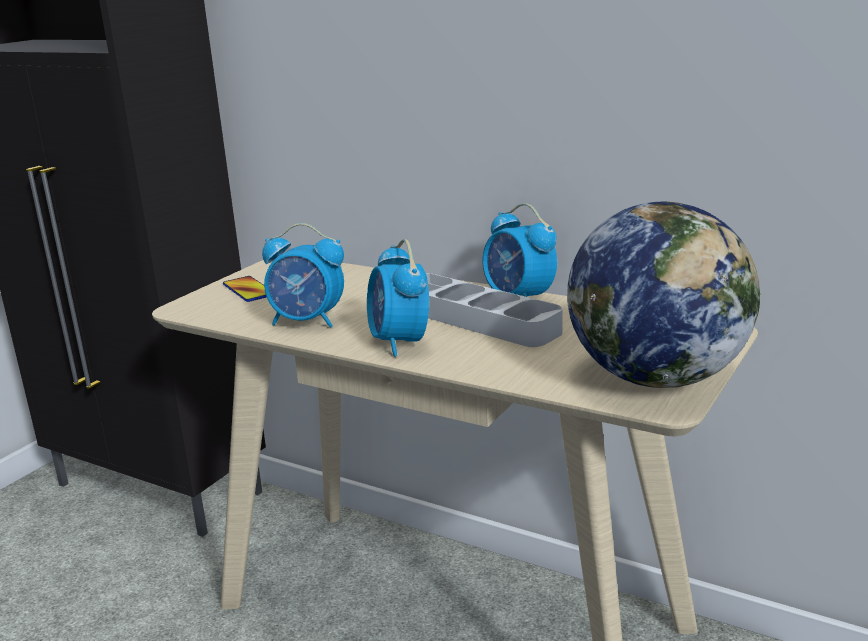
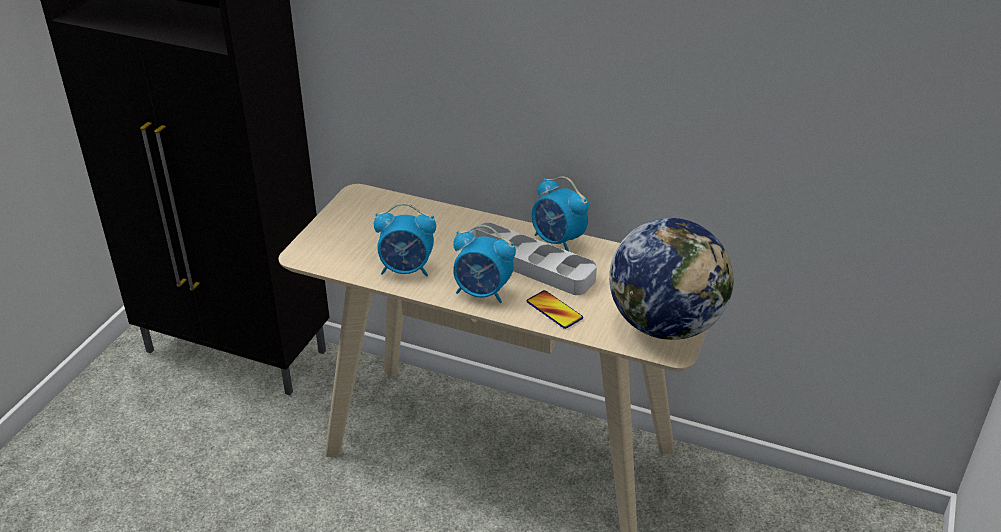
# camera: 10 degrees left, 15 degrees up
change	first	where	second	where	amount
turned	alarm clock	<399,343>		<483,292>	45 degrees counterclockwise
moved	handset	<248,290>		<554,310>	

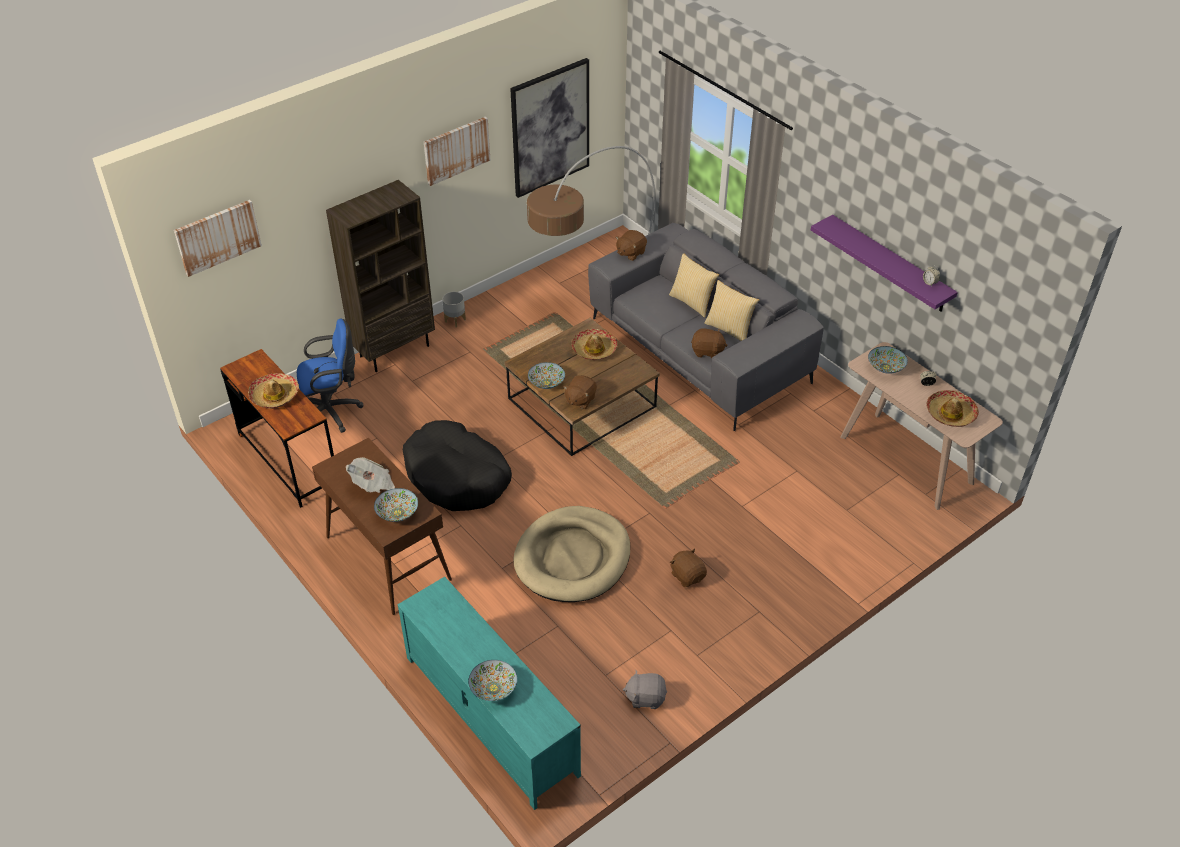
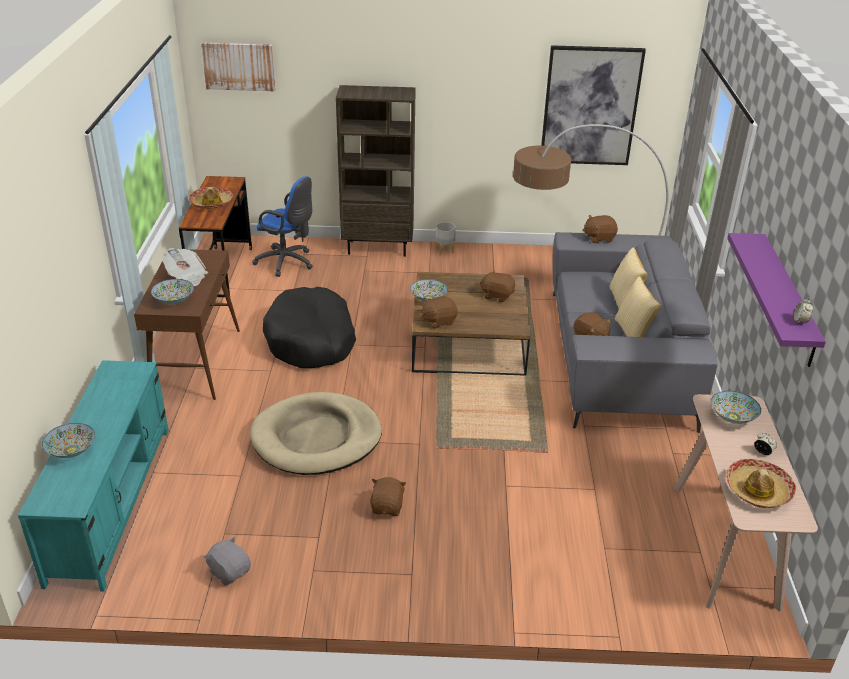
# camera: 40 degrees right, 10 degrees down
change	first	where	second	where	amount
removed	wall art	<456,150>			
replaced	wearable hat	<594,349>	brownish plush toy	<497,295>	

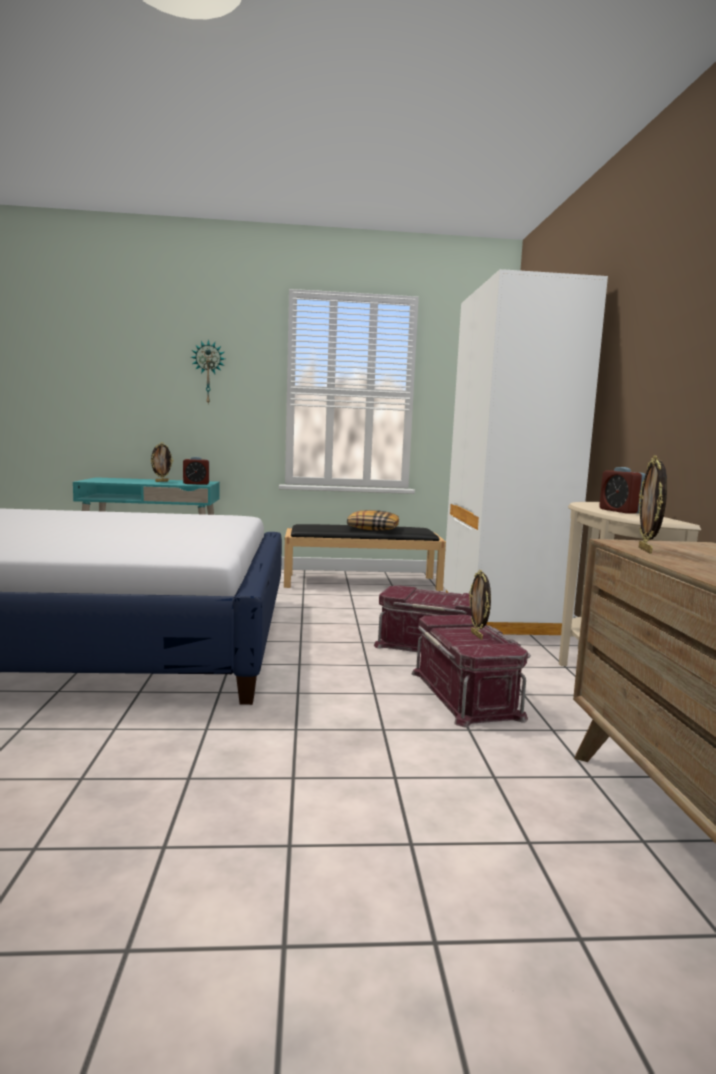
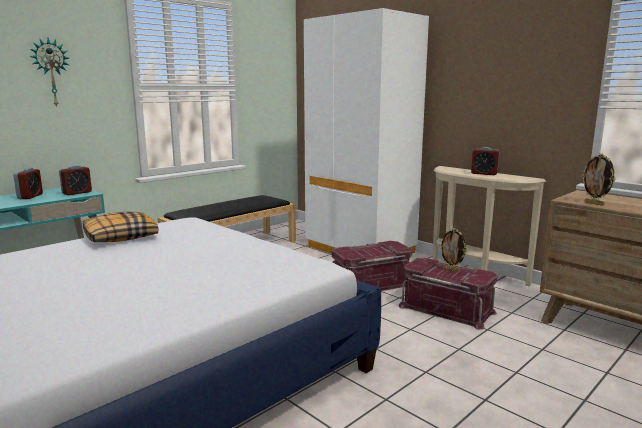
# camera: 40 degrees left, 5 degrees up
change	first	where	second	where	amount
replaced	standing frame	<161,481>	alarm clock	<30,196>	
moved	throw pillow	<372,528>		<120,237>	

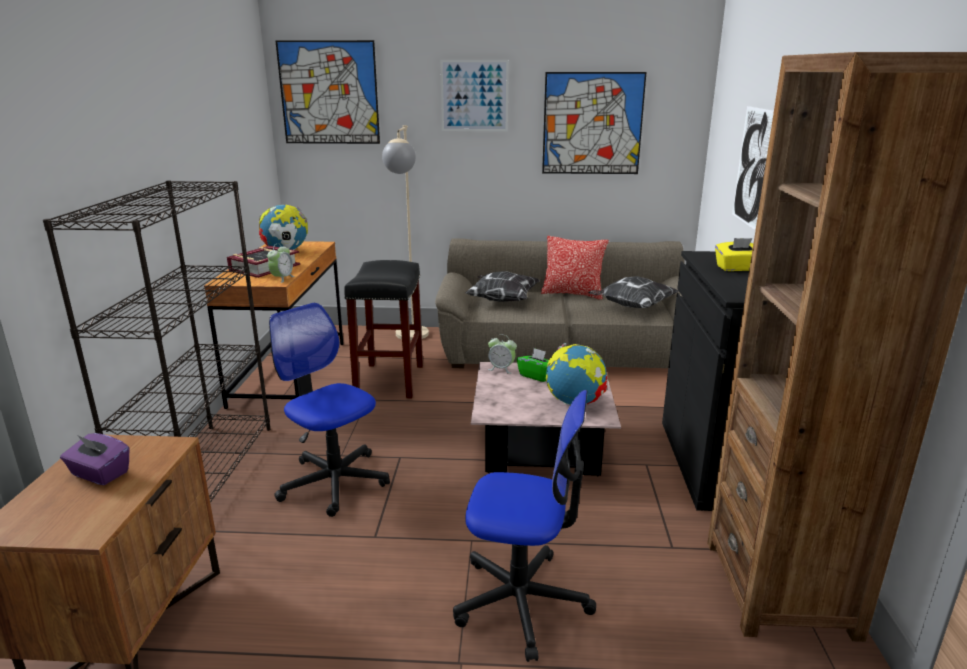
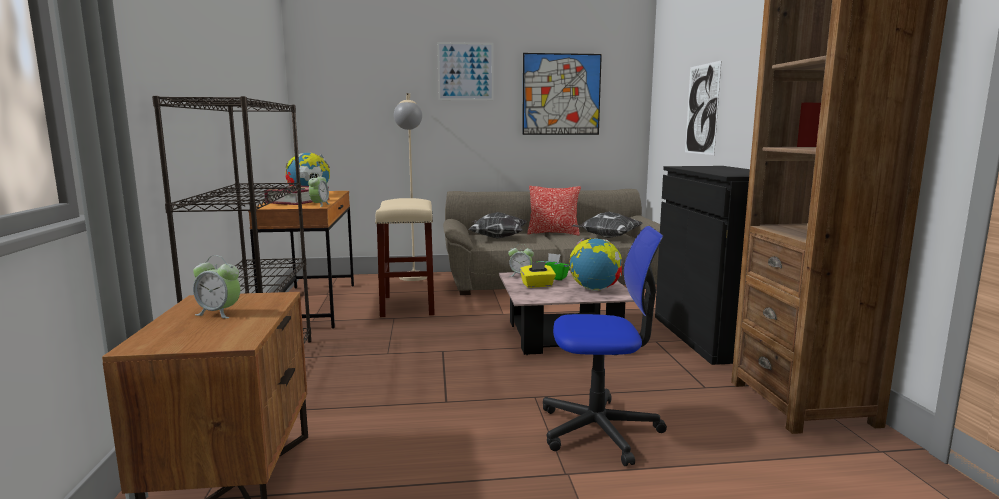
# camera: 10 degrees left, 10 degrees down
change	first	where	second	where	amount
removed	wall art	<329,93>			
moved	yellowish tissue holder	<737,268>		<537,285>	
recoloured	blackish stool seat	<390,381>	sand-coloured stool seat	<409,306>	
removed	computer chair	<334,482>			
replaced	purplish tissue holder	<99,474>	alarm clock	<219,313>	

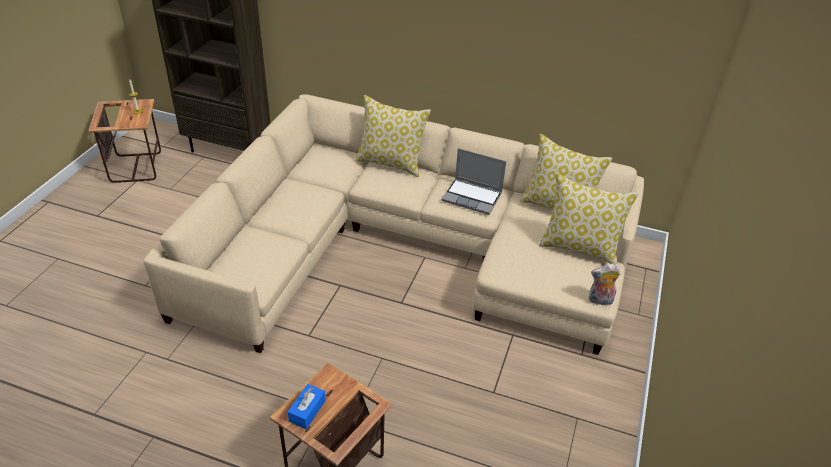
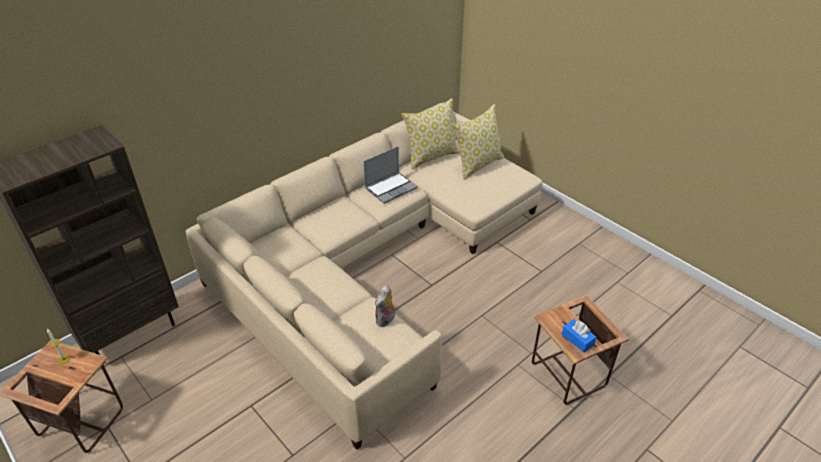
# camera: 60 degrees left, 0 degrees up
change	first	where	second	where	amount
removed	throw pillow	<391,163>			
moved	plush toy	<600,301>		<386,320>	

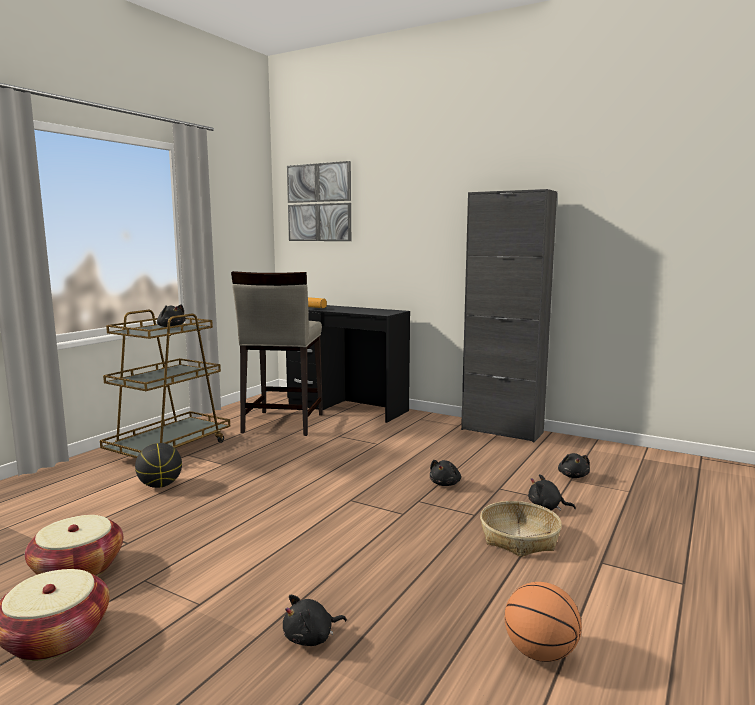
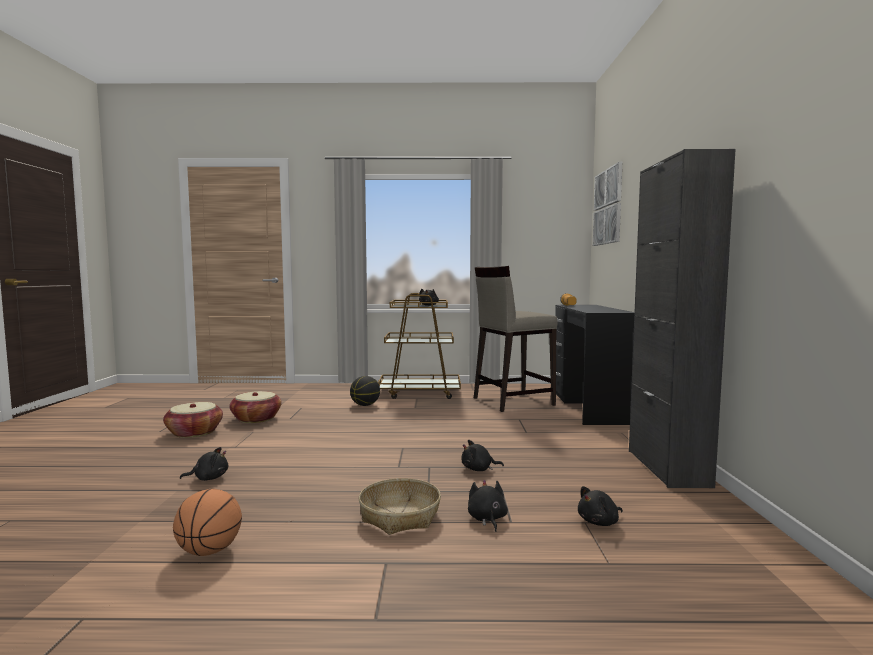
# camera: 60 degrees right, 5 degrees down
change	first	where	second	where	amount
turned	blackish plush toy	<311,638>		<208,478>	135 degrees clockwise

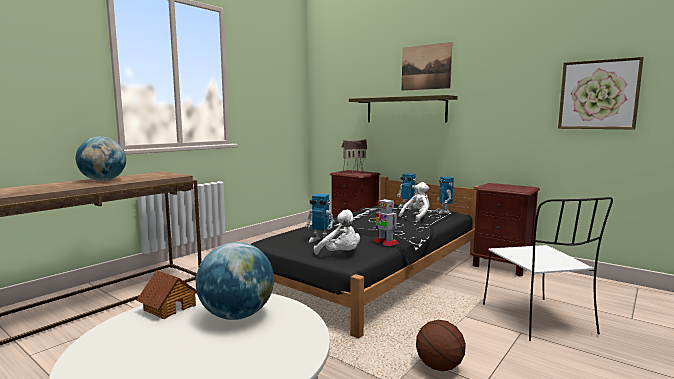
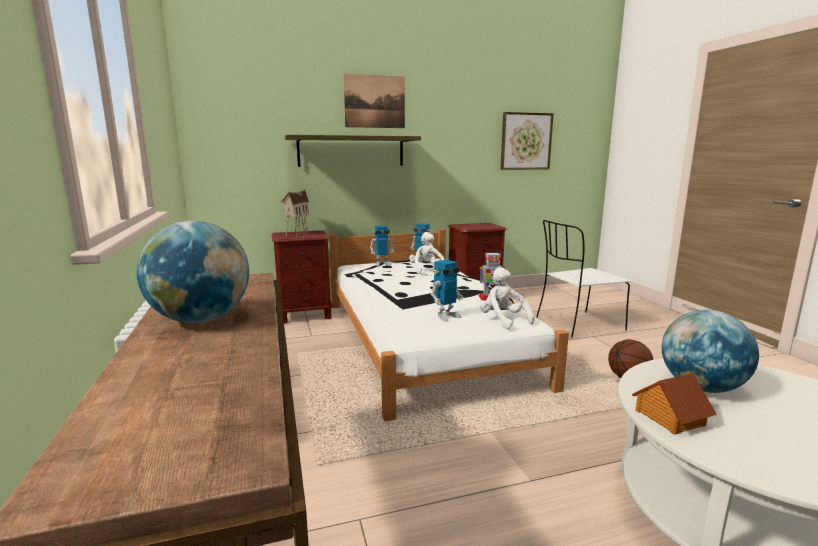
# camera: 55 degrees left, 5 degrees up
change	first	where	second	where	amount
recoloured	blackish bedroom bed	<374,272>	white bedroom bed	<422,340>	
turned	white chair	<539,320>		<577,325>	135 degrees clockwise
turned	white plush toy	<340,254>		<503,320>	105 degrees counterclockwise

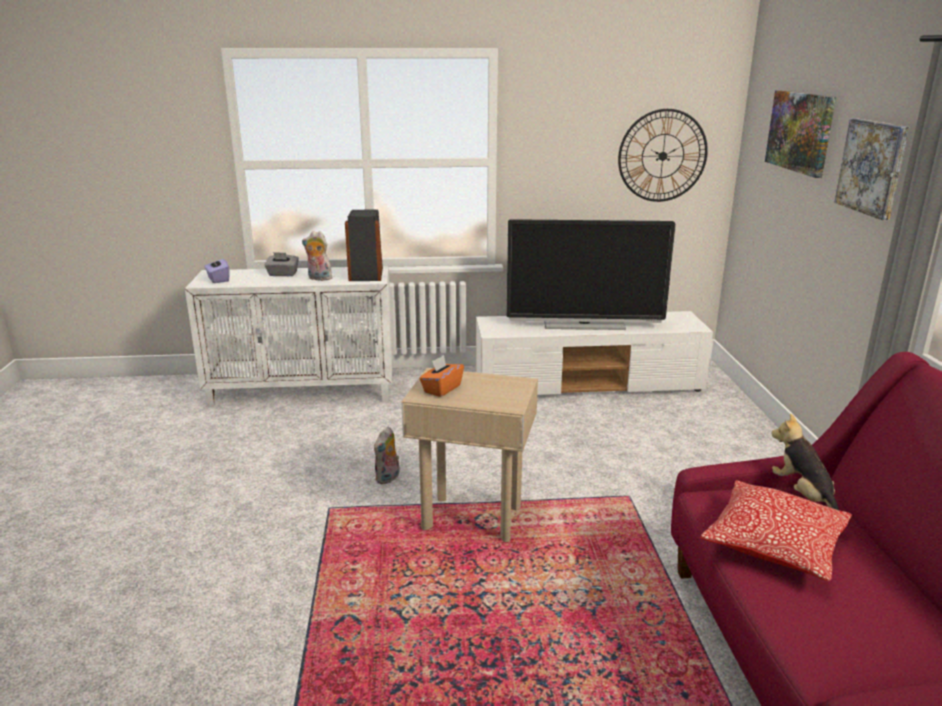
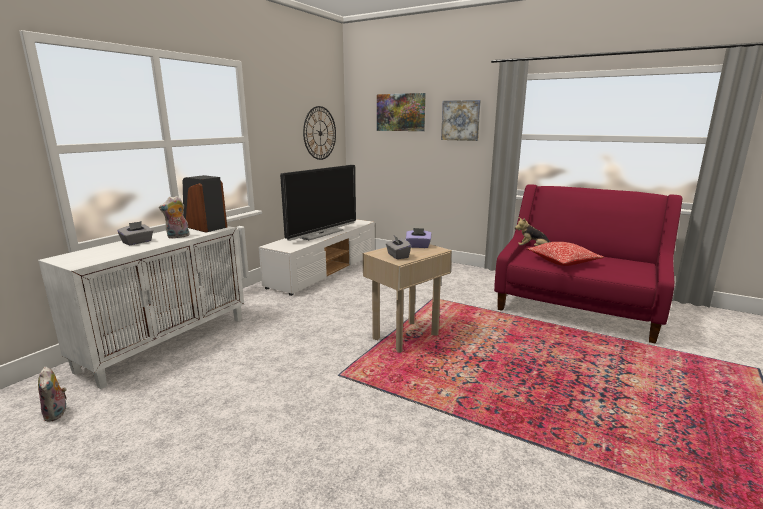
# camera: 55 degrees left, 5 degrees down
change	first	where	second	where	amount
moved	purplish tissue holder	<218,279>		<418,246>	
recoloured	orangey tissue holder	<441,389>	grey tissue holder	<397,256>	
moved	plush toy	<388,478>		<57,414>	

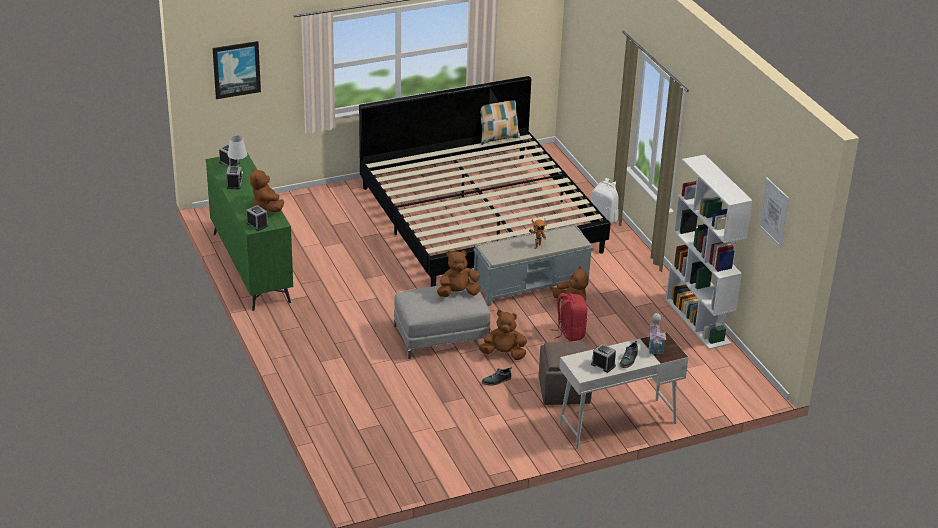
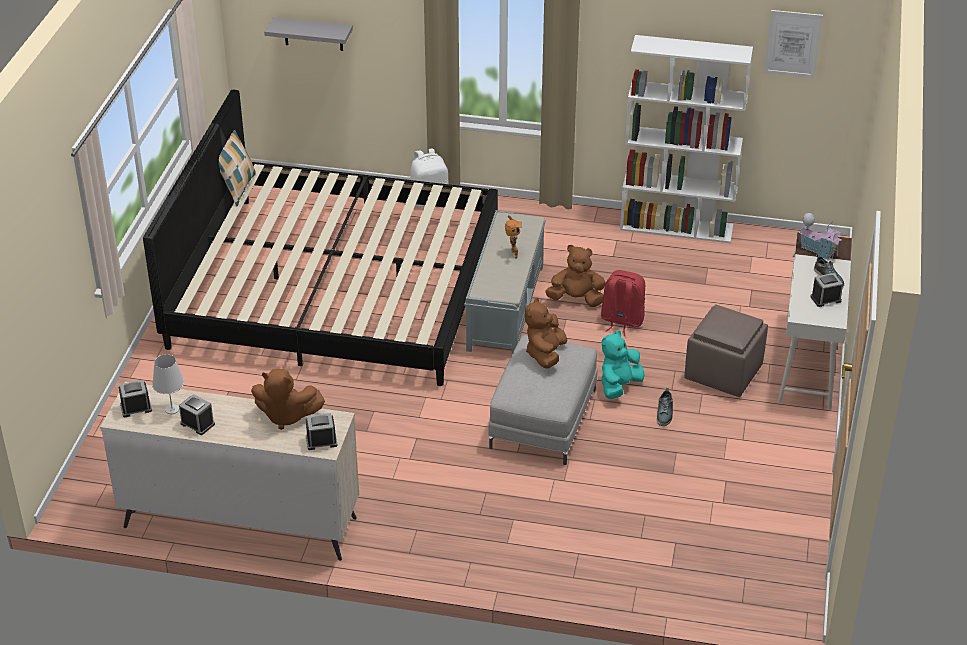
# camera: 55 degrees left, 5 degrees up
change	first	where	second	where	amount
removed	wall art	<236,69>			
recoloured	green-coloured chest of drawers	<251,267>	sand-coloured chest of drawers	<239,521>	
recoloured	brownish plush toy	<503,354>	turquoise plush toy	<619,386>	
added			grey wall shelf	<313,34>	

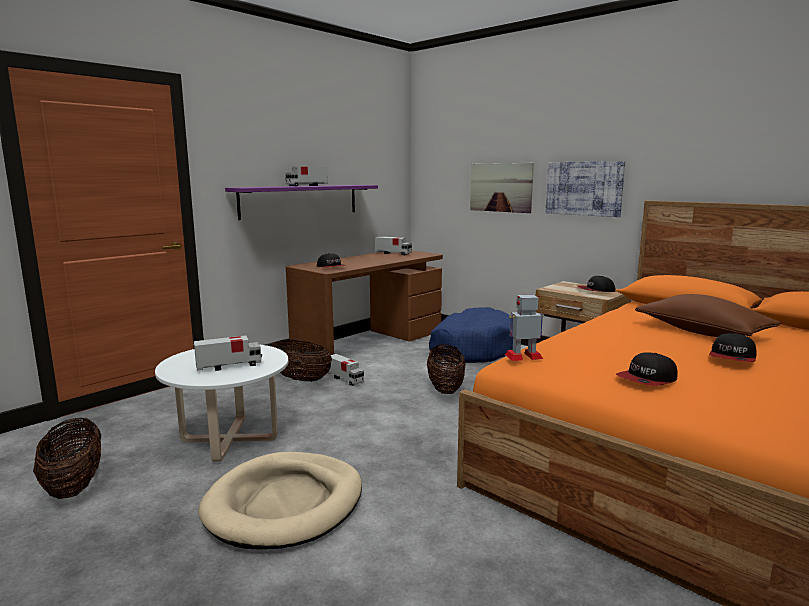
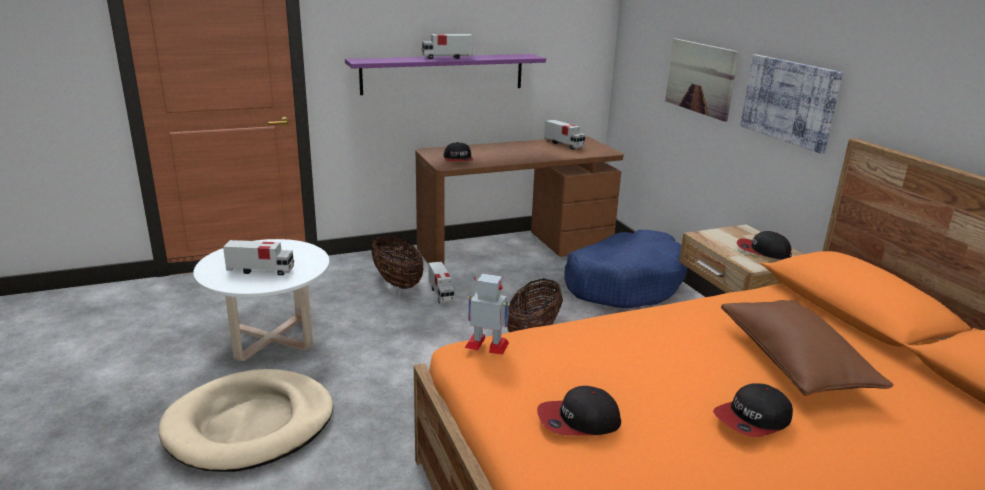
# camera: 25 degrees right, 10 degrees up
change	first	where	second	where	amount
removed	household basket	<74,485>			

